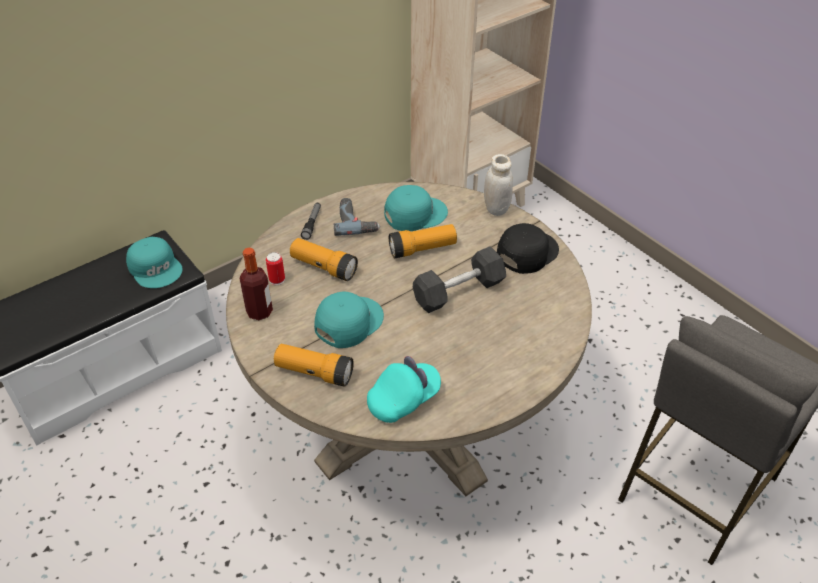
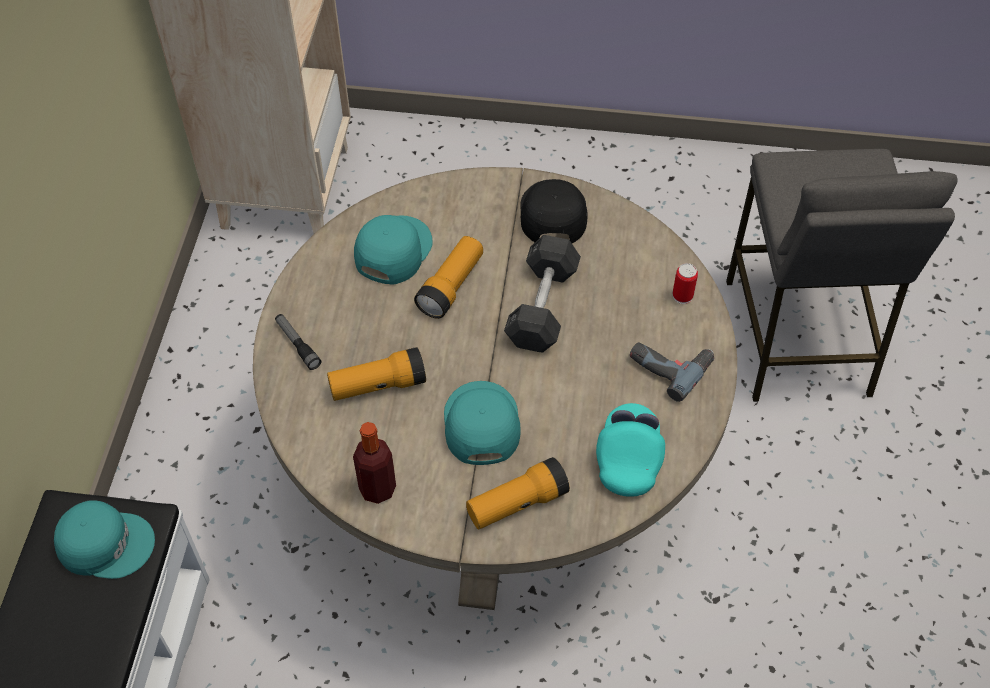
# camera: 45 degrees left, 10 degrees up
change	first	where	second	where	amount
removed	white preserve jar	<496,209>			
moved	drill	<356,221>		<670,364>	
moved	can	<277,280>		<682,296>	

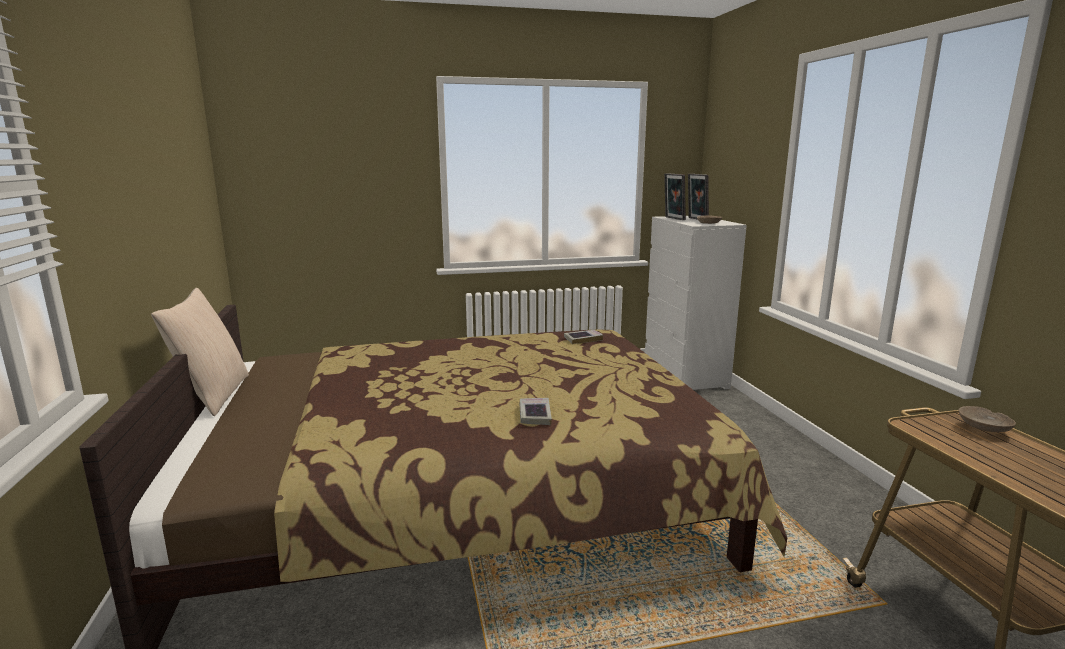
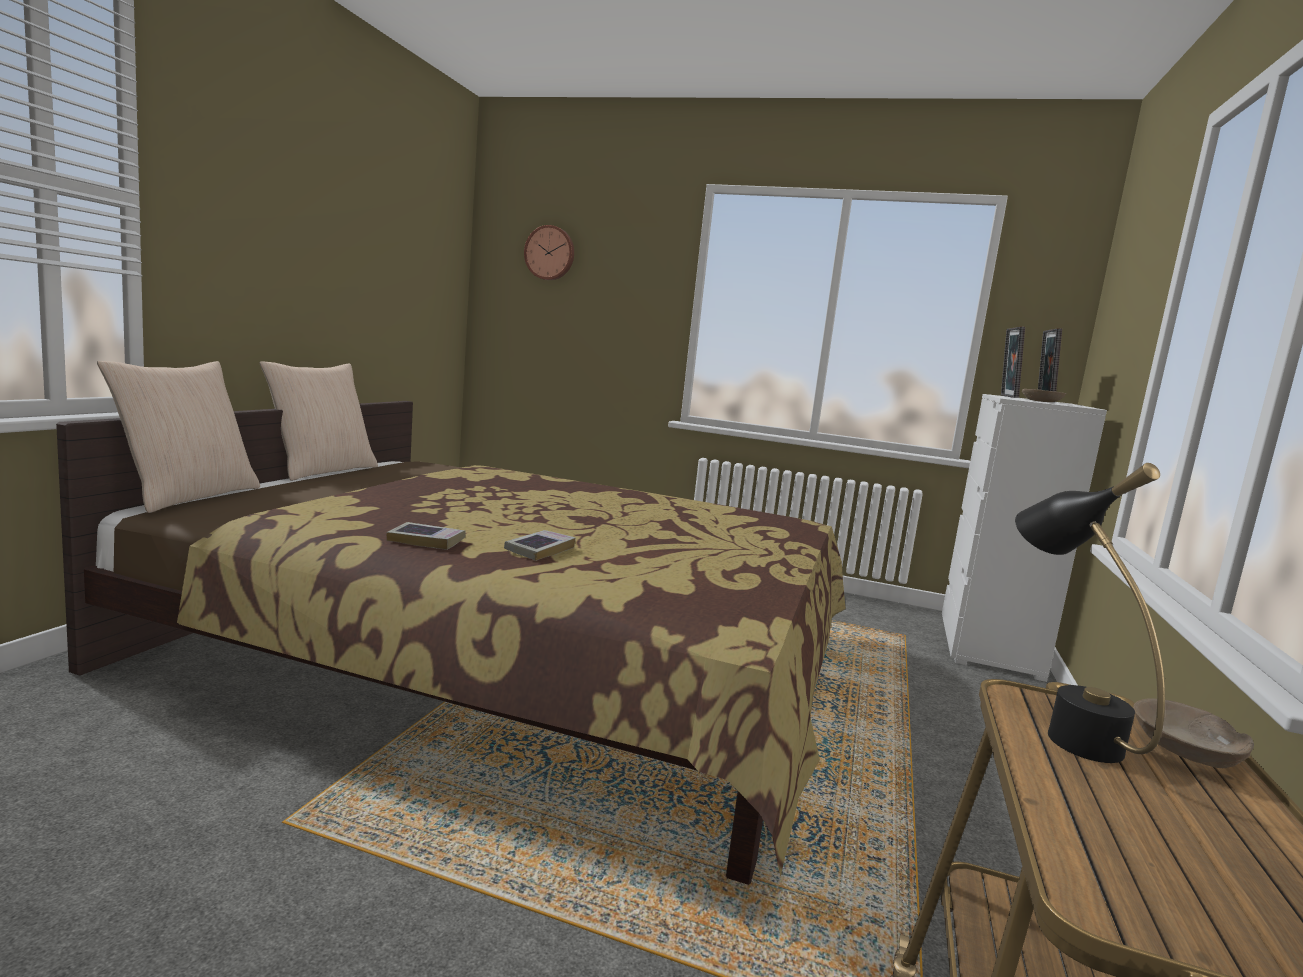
# camera: 30 degrees right, 5 degrees down
change	first	where	second	where	amount
moved	book	<583,339>		<426,541>	
added			hanging clock	<550,253>	
added			sand-coloured throw pillow	<188,496>	
added			blackish lamp for a table	<1061,726>	

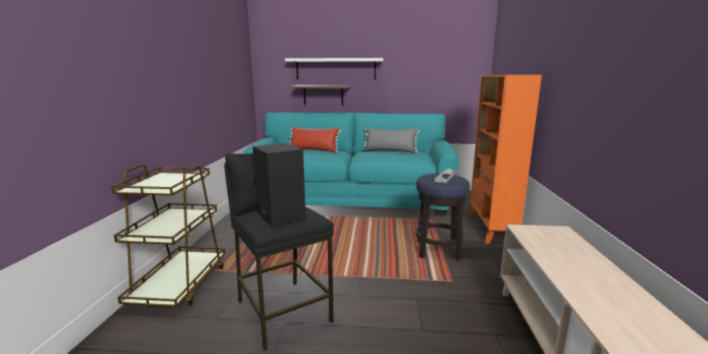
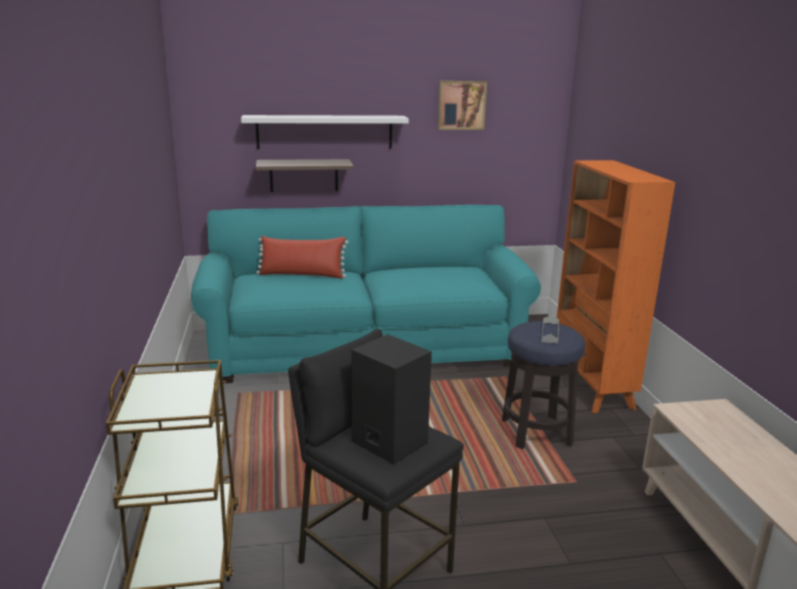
# camera: 15 degrees left, 5 degrees up
change	first	where	second	where	amount
removed	grey throw pillow	<390,151>			
added			wall art	<461,105>	

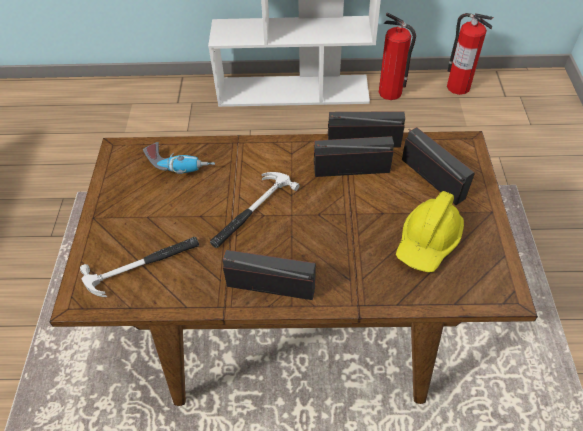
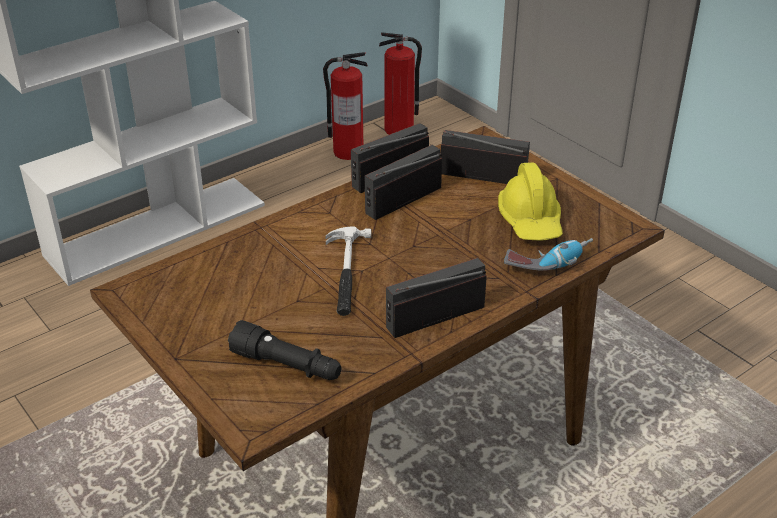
# camera: 40 degrees left, 15 degrees down
change	first	where	second	where	amount
moved	extinguisher	<390,92>		<399,129>	
moved	drill	<180,164>		<548,262>	
replaced	hand hammer	<143,265>	blackish flashlight	<287,366>	

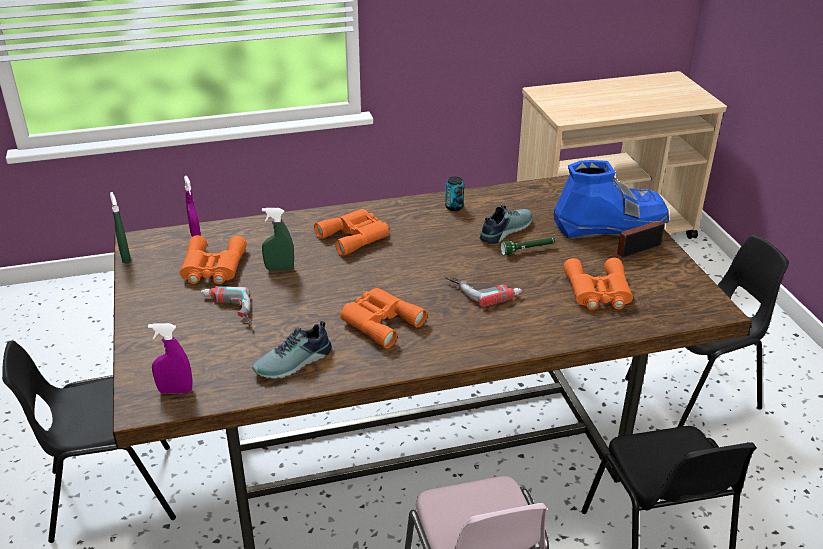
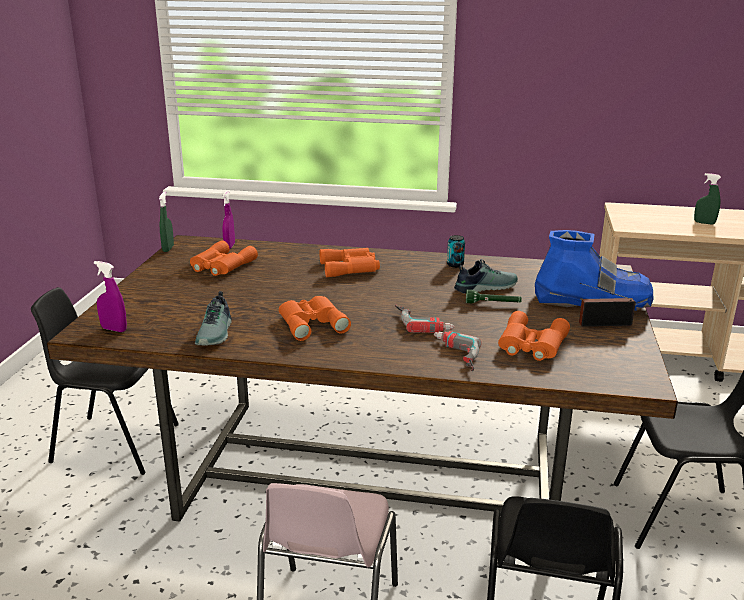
# camera: 25 degrees right, 10 degrees down
change	first	where	second	where	amount
moved	green-coloured sprayer	<279,269>		<704,223>	
moved	drill	<226,311>		<453,356>	
turned	item of footwear	<294,363>		<216,333>	75 degrees counterclockwise

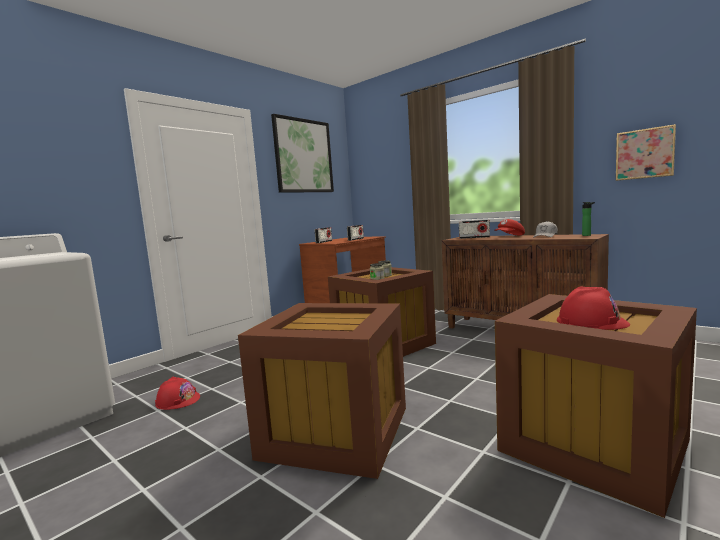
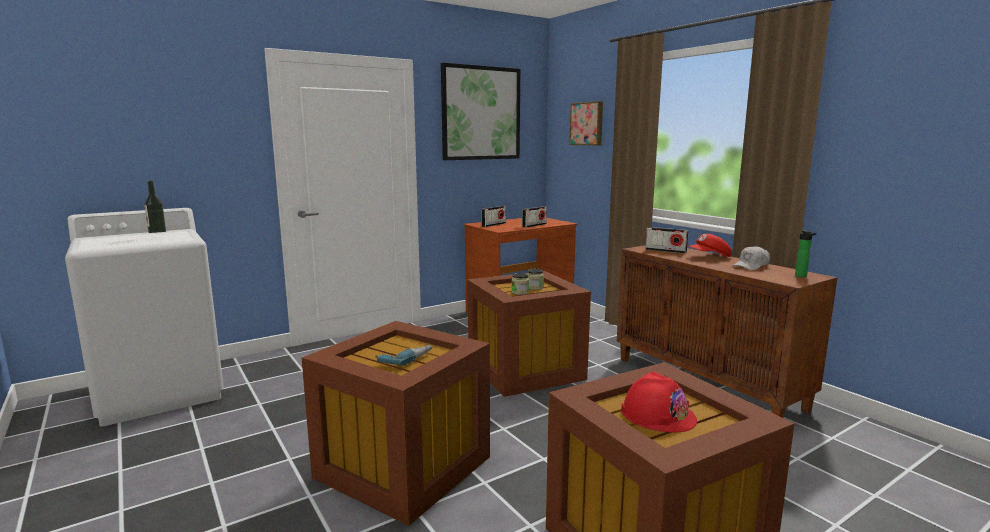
# camera: 15 degrees right, 5 degrees up
change	first	where	second	where	amount
moved	wall art	<644,154>		<587,124>	
removed	reddish work helmet	<178,400>			
added			drink bottle	<158,237>	
added			drill	<405,359>	

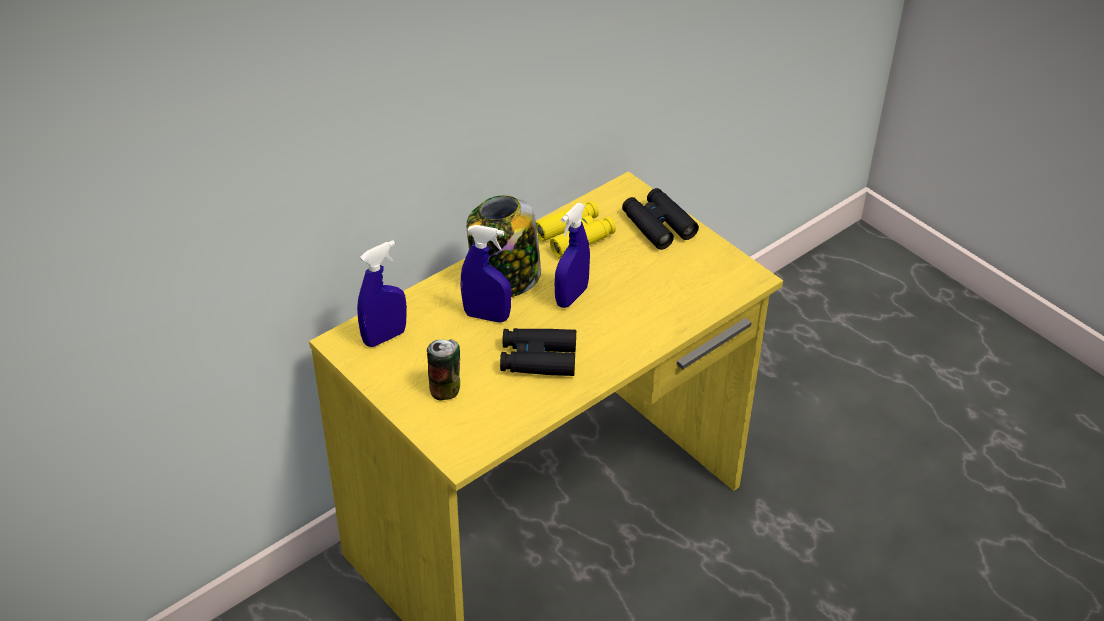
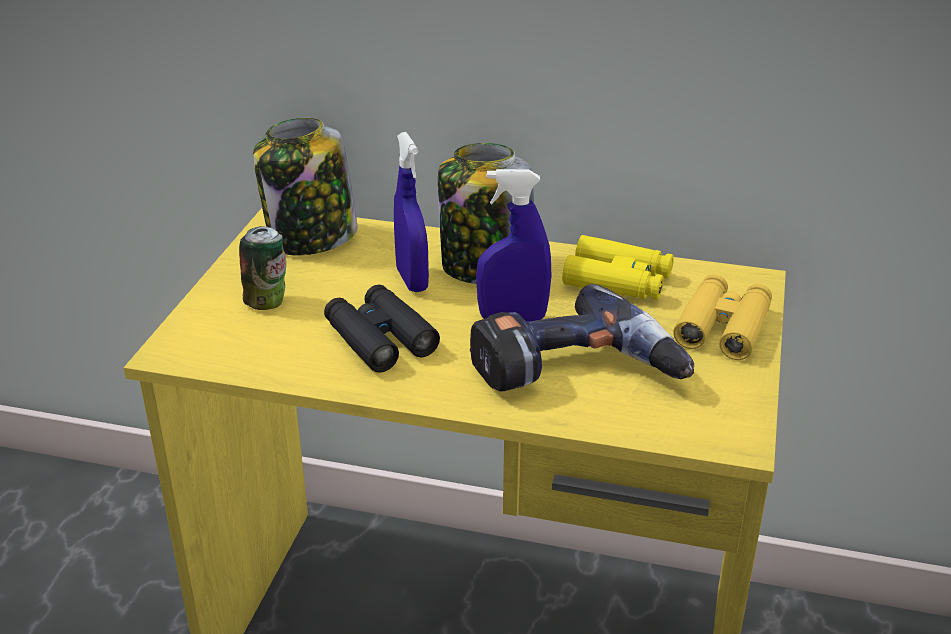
# camera: 55 degrees right, 10 degrees down
change	first	where	second	where	amount
recoloured	blackish pair of binoculars	<658,225>	yellowish pair of binoculars	<723,327>	
replaced	blue sprayer	<384,337>	preserve jar	<311,238>	
added			drill	<576,376>	

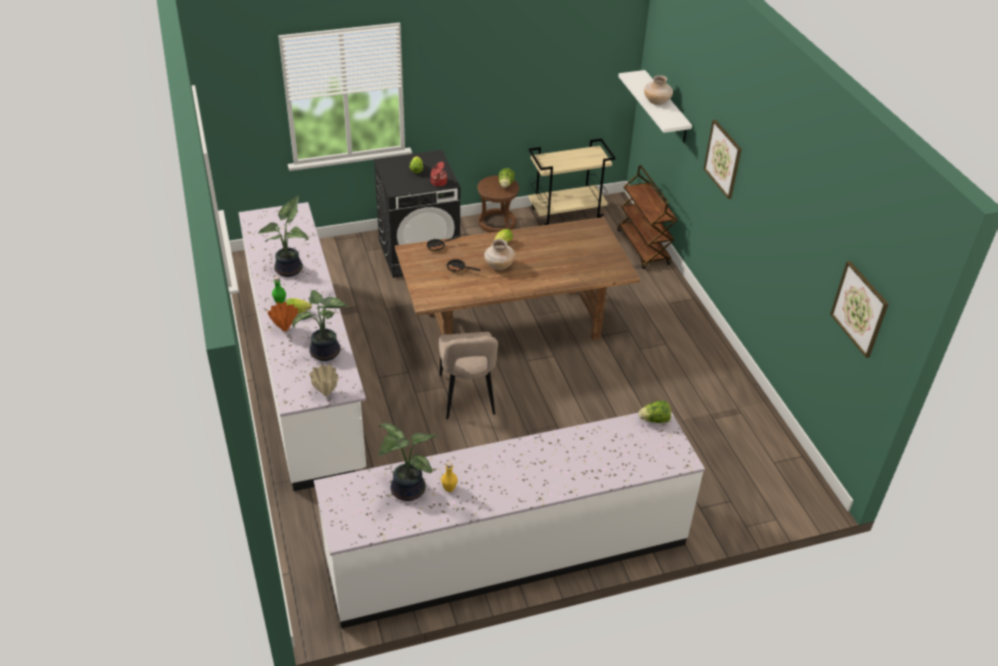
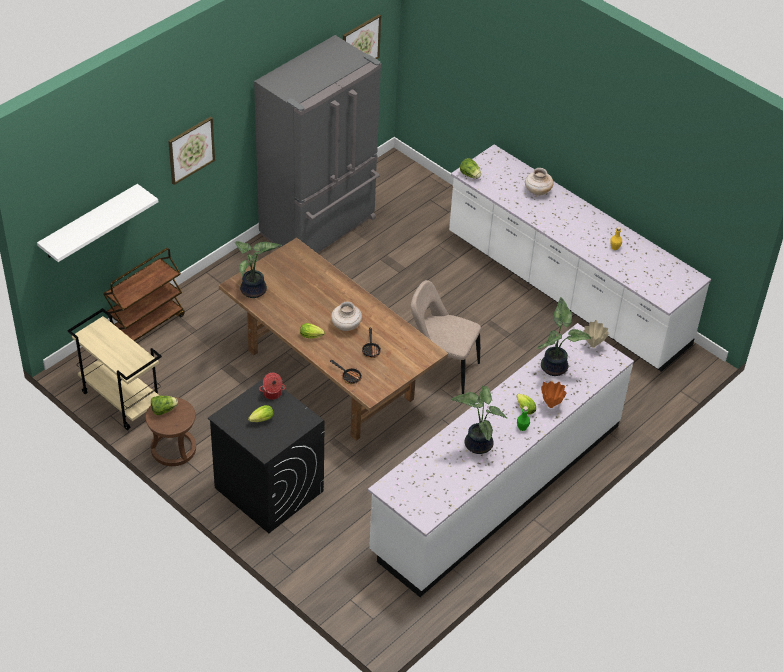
# camera: 120 degrees left, 5 degrees up
change	first	where	second	where	amount
moved	sand-coloured vase	<657,102>		<537,191>	
turned	sand-coloured chair	<467,397>		<441,368>	120 degrees counterclockwise
moved	potted plant	<405,490>		<254,291>	
added			grey kitchen fridge	<320,227>	

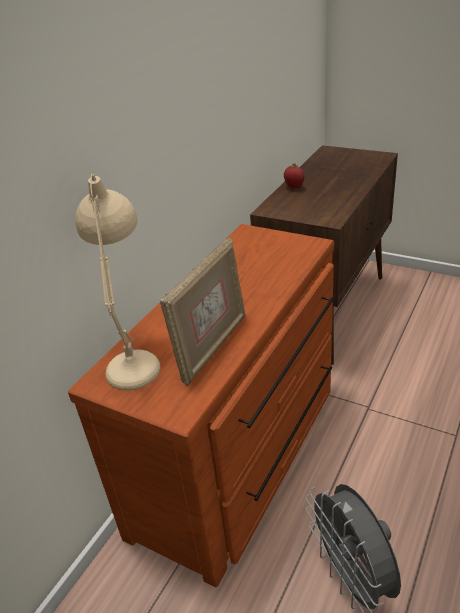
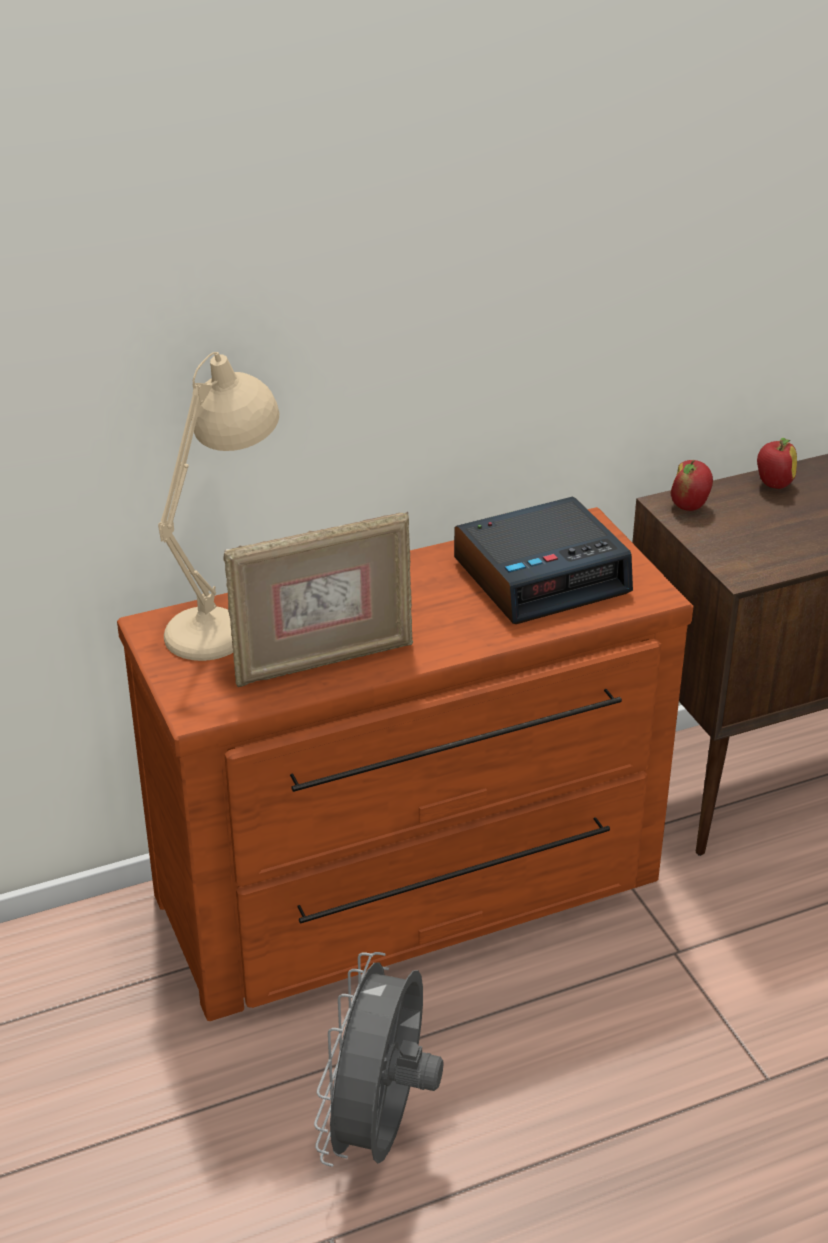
# camera: 35 degrees right, 0 degrees up
change	first	where	second	where	amount
added			apple fruit	<689,506>	
added			alarm clock	<542,575>	

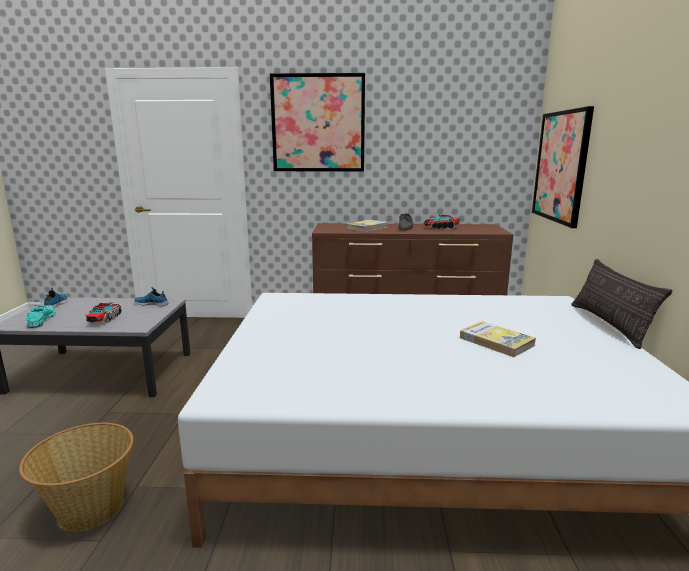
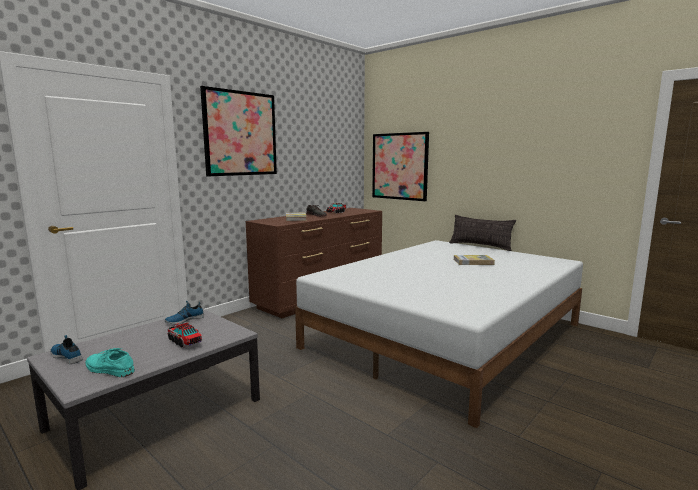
# camera: 50 degrees left, 5 degrees down
change	first	where	second	where	amount
removed	household basket	<89,508>			

